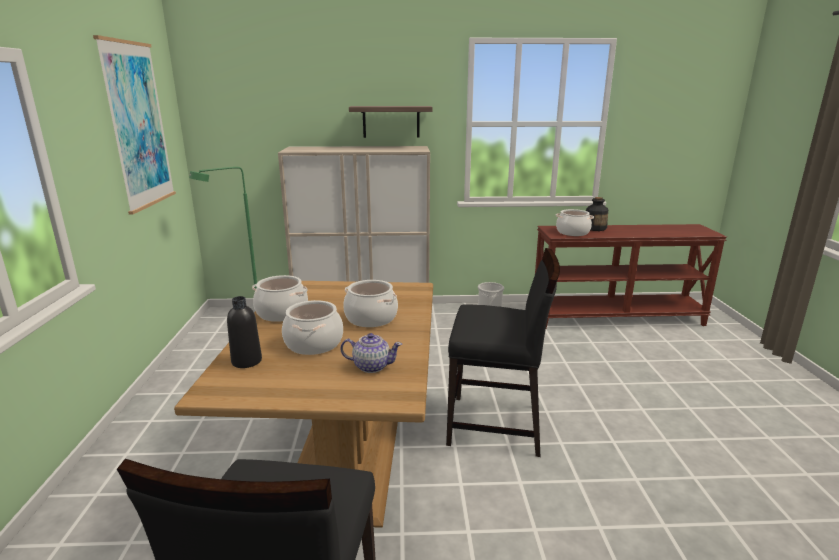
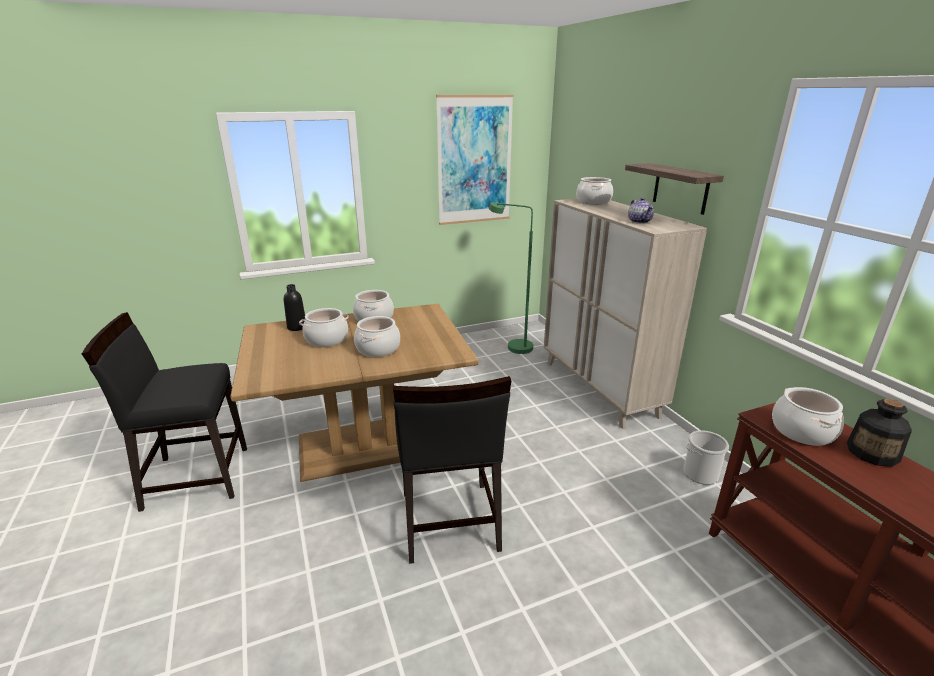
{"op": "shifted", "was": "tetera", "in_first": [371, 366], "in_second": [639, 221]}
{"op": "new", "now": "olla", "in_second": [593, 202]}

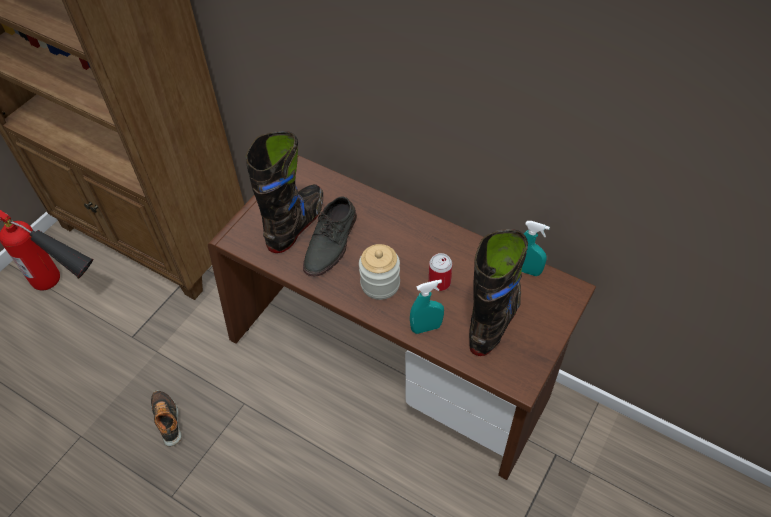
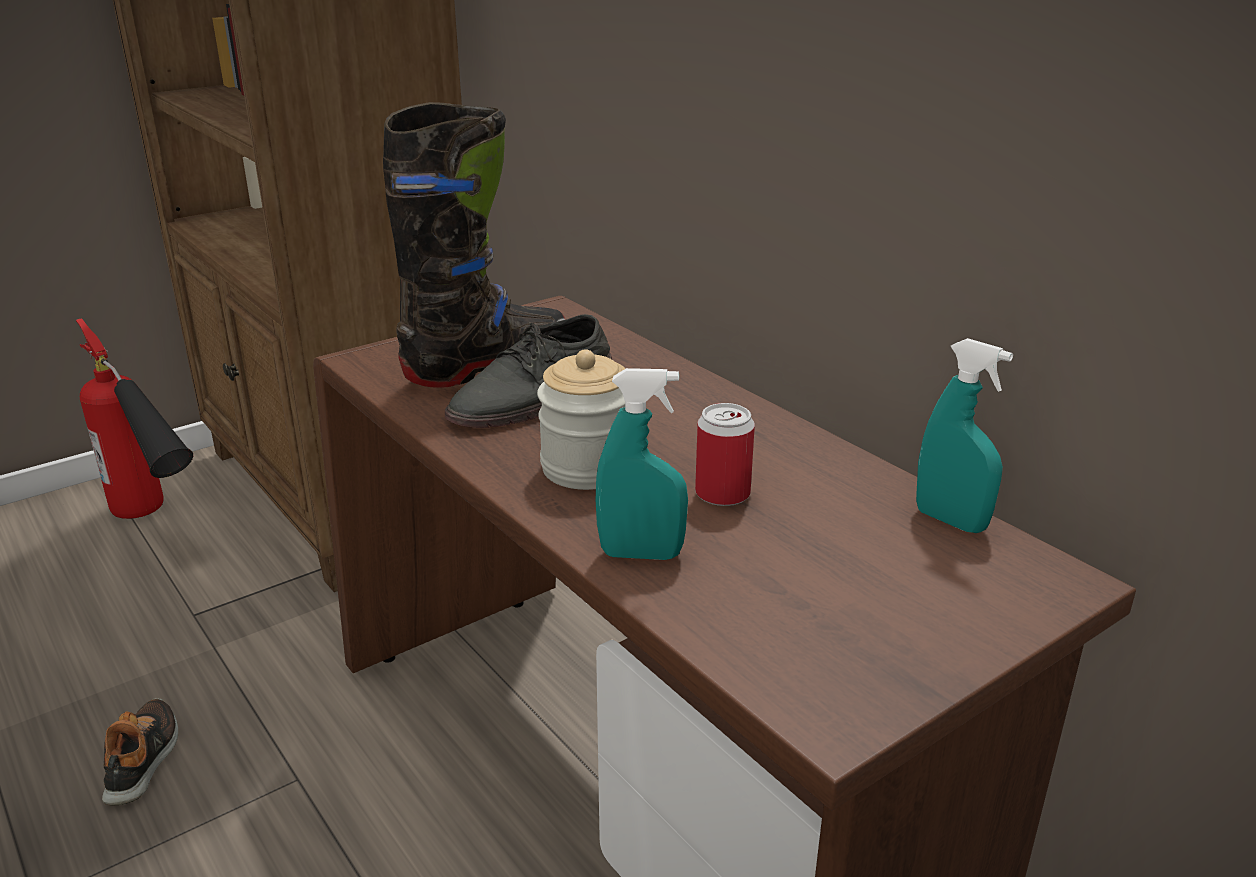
{"op": "gone", "was": "bota (negro)", "in_first": [494, 320]}

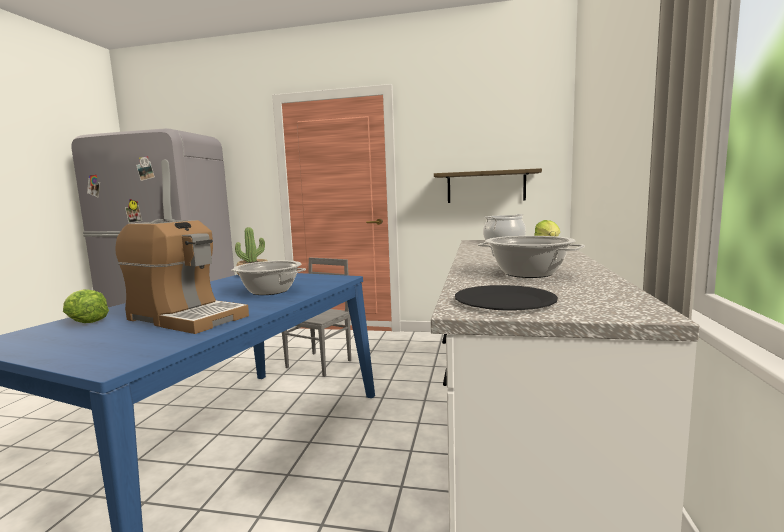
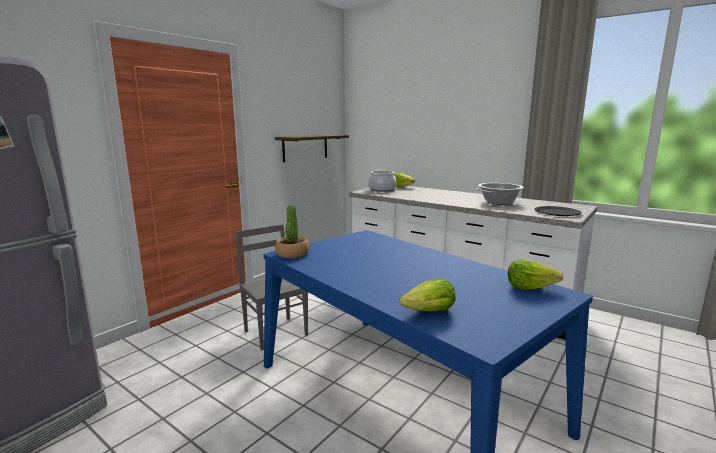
{"op": "gone", "was": "cafetera", "in_first": [186, 318]}
{"op": "gone", "was": "olla", "in_first": [270, 291]}
{"op": "new", "now": "lechuga", "in_second": [530, 287]}

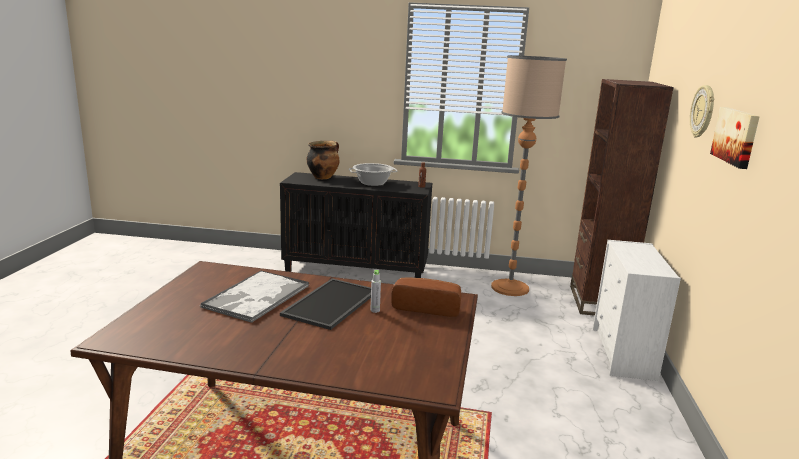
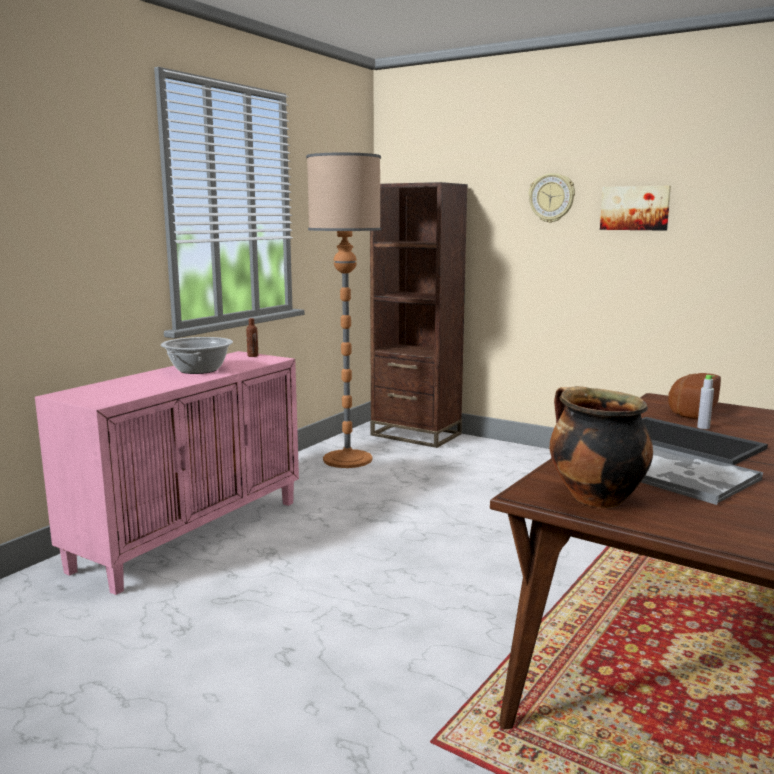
{"op": "repainted", "was": "armario (negro)", "now": "armario (rosa)", "in_first": [356, 272], "in_second": [191, 533]}
{"op": "shifted", "was": "olla", "in_first": [323, 177], "in_second": [593, 498]}
{"op": "gone", "was": "cómoda (blanco)", "in_first": [623, 354]}

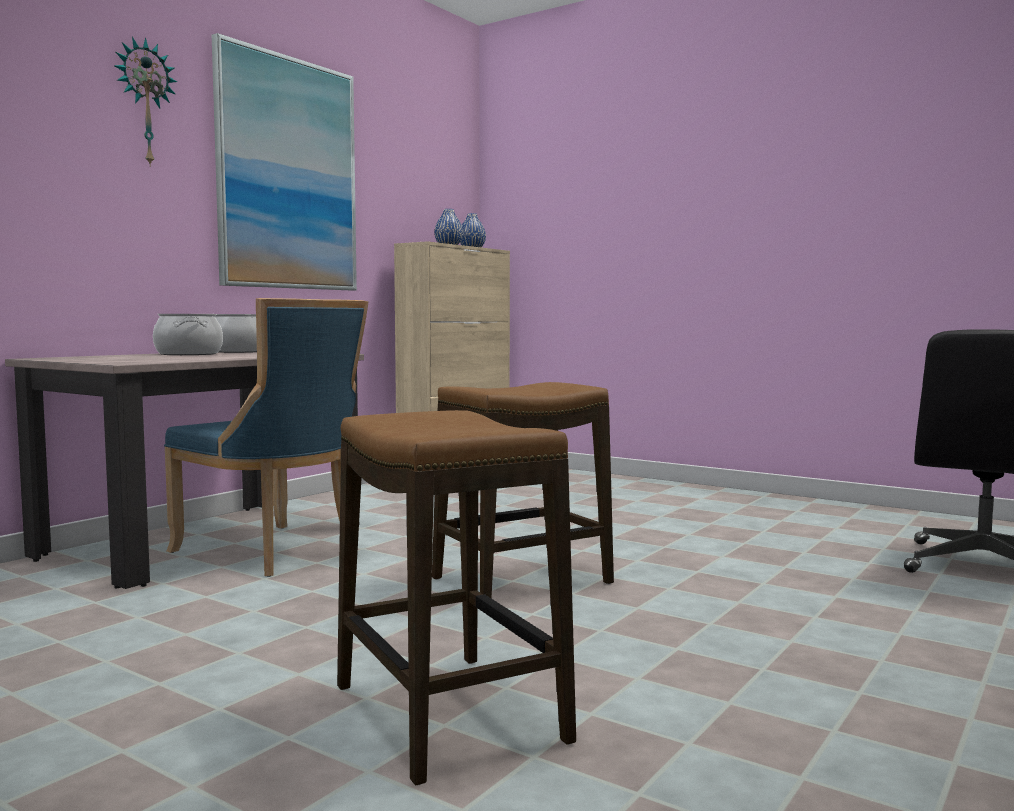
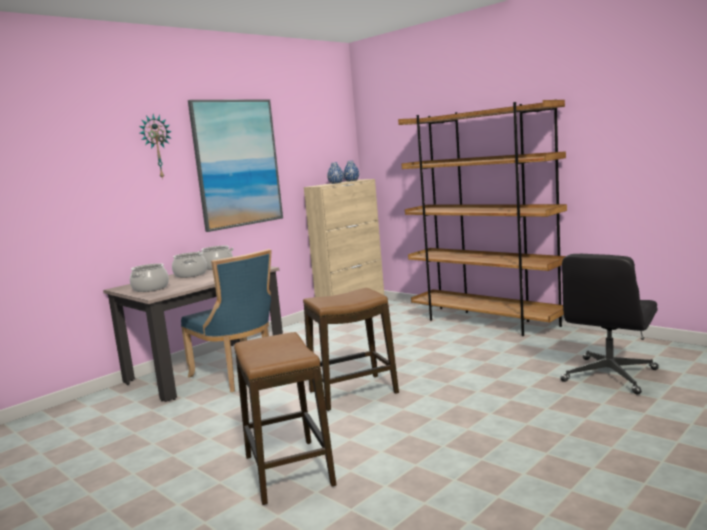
{"op": "new", "now": "olla", "in_second": [150, 288]}
{"op": "new", "now": "estantería (marrón)", "in_second": [486, 322]}

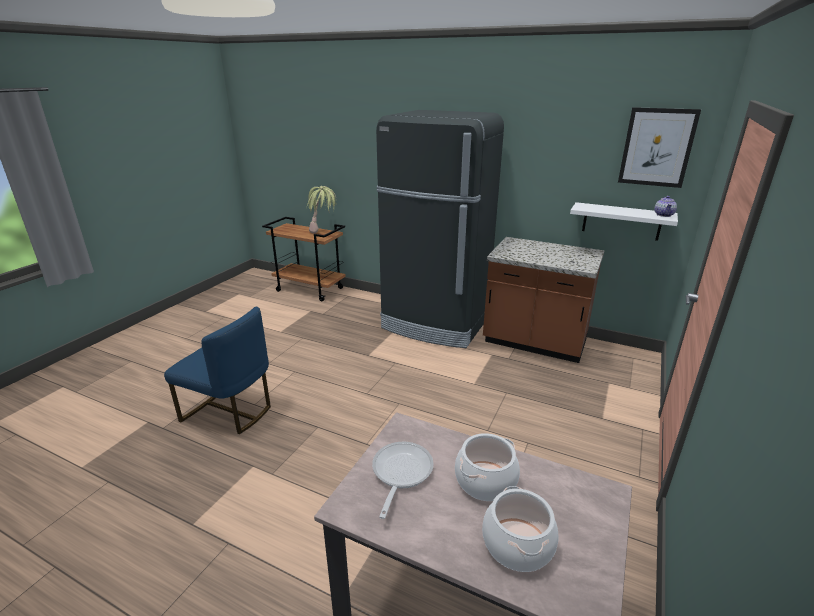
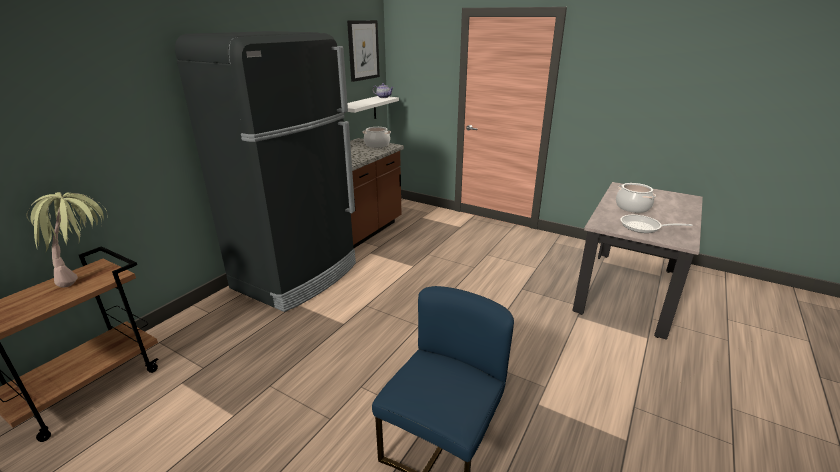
{"op": "shifted", "was": "olla", "in_first": [517, 544], "in_second": [377, 145]}

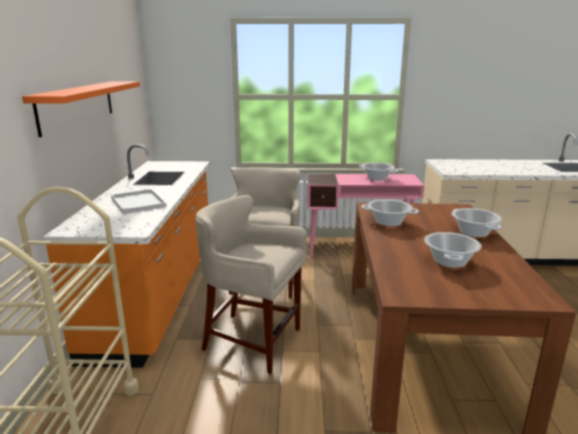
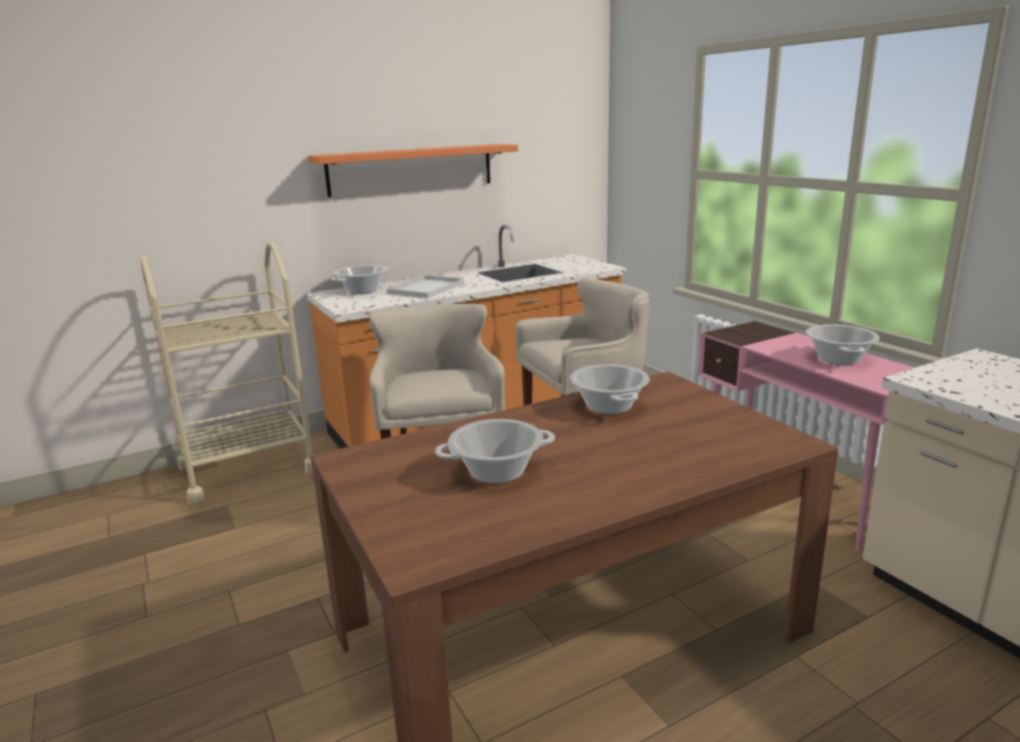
{"op": "shifted", "was": "olla", "in_first": [473, 232], "in_second": [362, 290]}

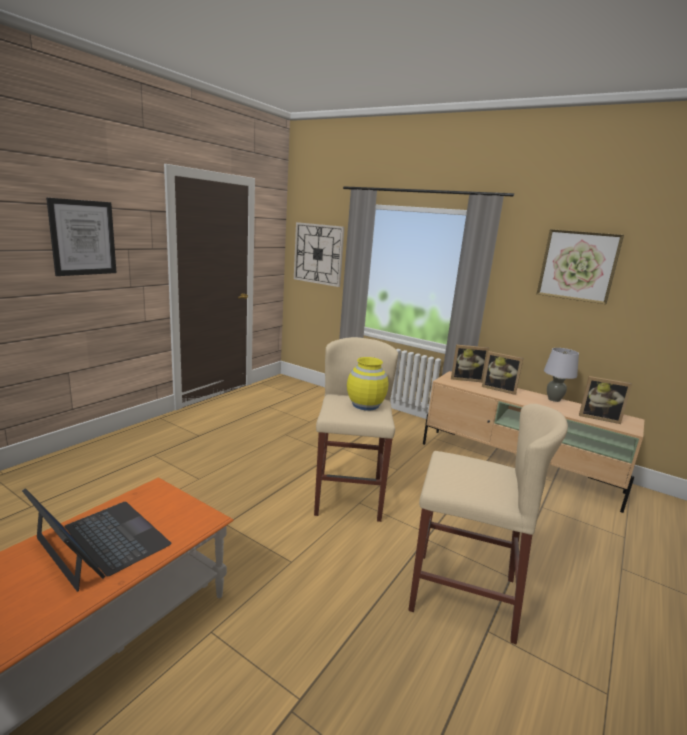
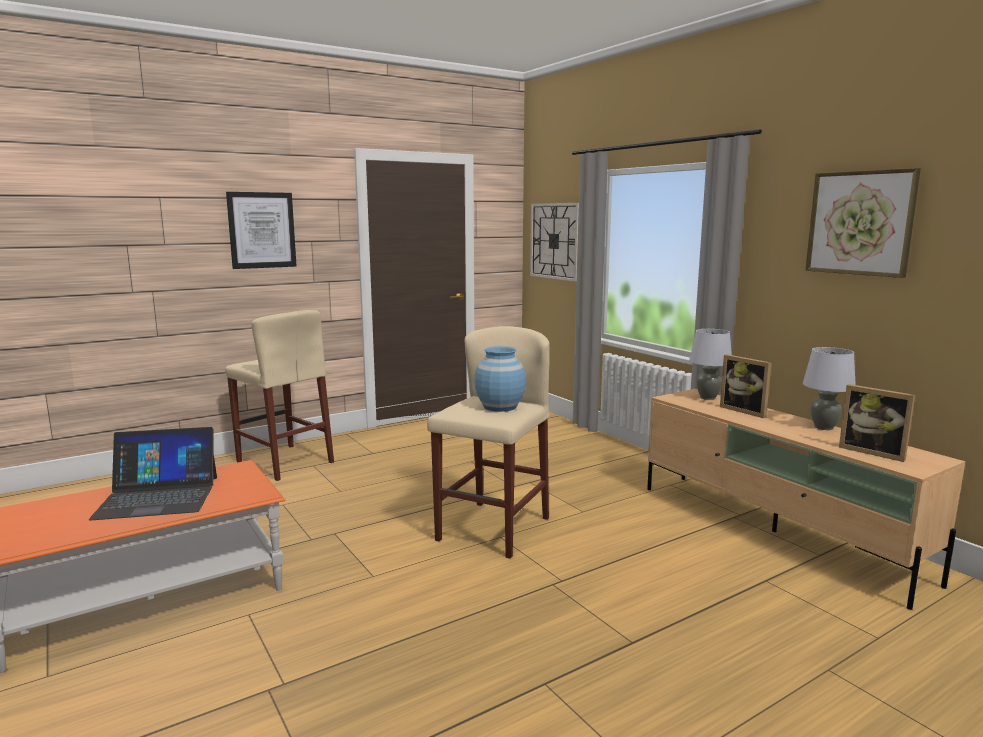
{"op": "rotated", "was": "portátil", "in_first": [101, 542], "in_second": [158, 497], "clockwise": 105}
{"op": "repainted", "was": "florero (amarillo)", "now": "florero (azul)", "in_first": [365, 405], "in_second": [500, 406]}
{"op": "shifted", "was": "taburete (beis)", "in_first": [462, 594], "in_second": [284, 462]}
{"op": "swapped", "was": "portarretratos", "now": "lámpara de mesa (gris)", "in_first": [466, 379], "in_second": [707, 397]}

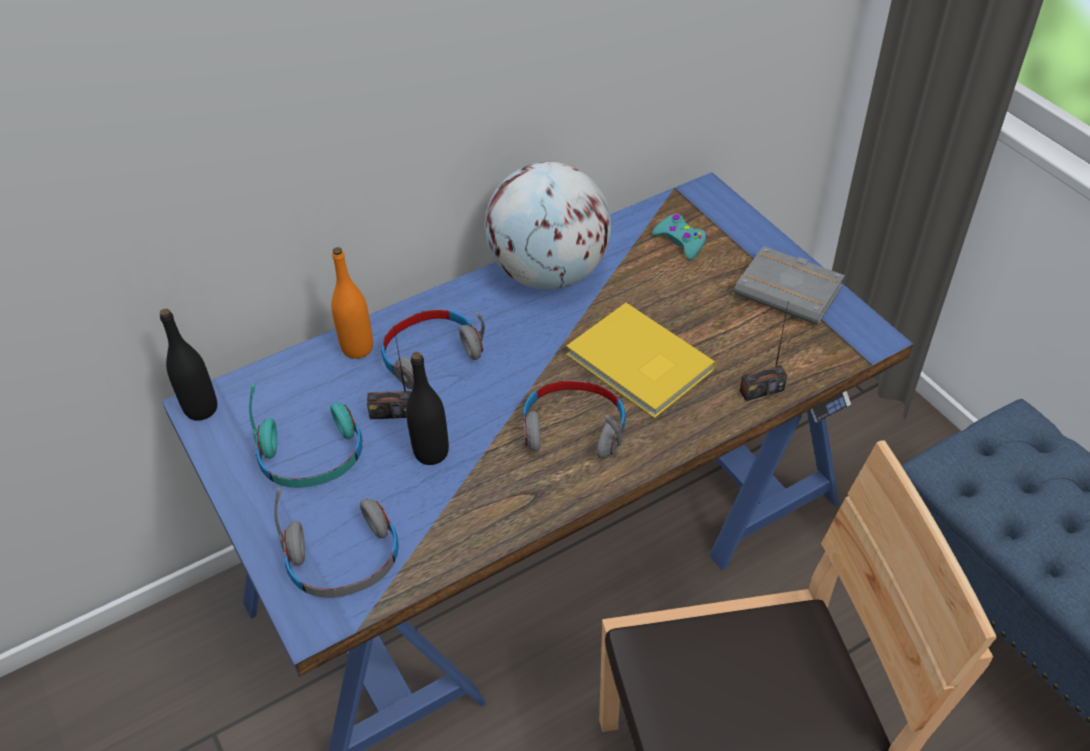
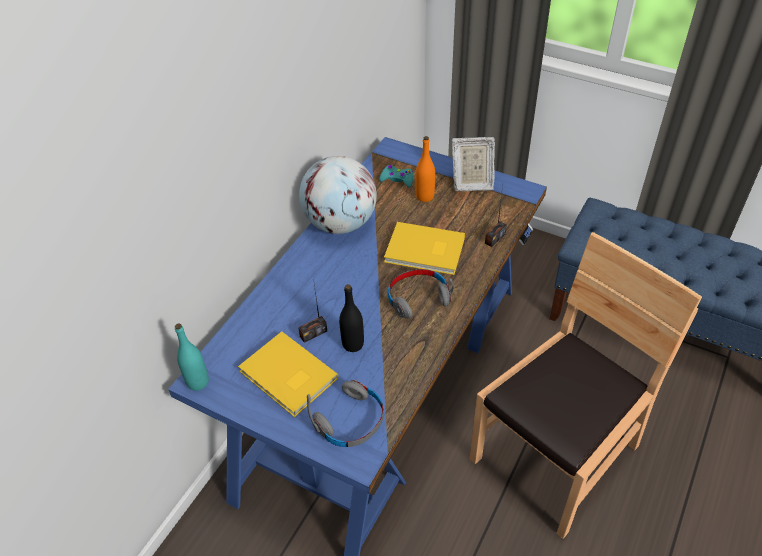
{"op": "repainted", "was": "botella (negro)", "now": "botella (turquesa)", "in_first": [201, 409], "in_second": [198, 382]}
{"op": "swapped", "was": "auriculares (turquesa)", "now": "libro (amarillo)", "in_first": [312, 456], "in_second": [287, 377]}
{"op": "shifted", "was": "botella (naranja)", "in_first": [357, 348], "in_second": [425, 196]}
{"op": "gone", "was": "auriculares (gris)", "in_first": [431, 356]}
{"op": "swapped", "was": "libro (gris)", "now": "portarretratos", "in_first": [791, 291], "in_second": [471, 183]}

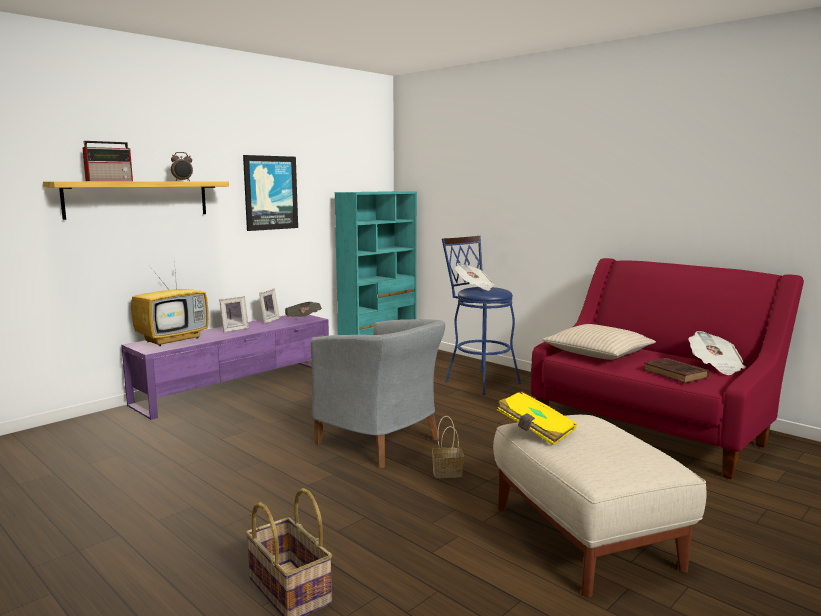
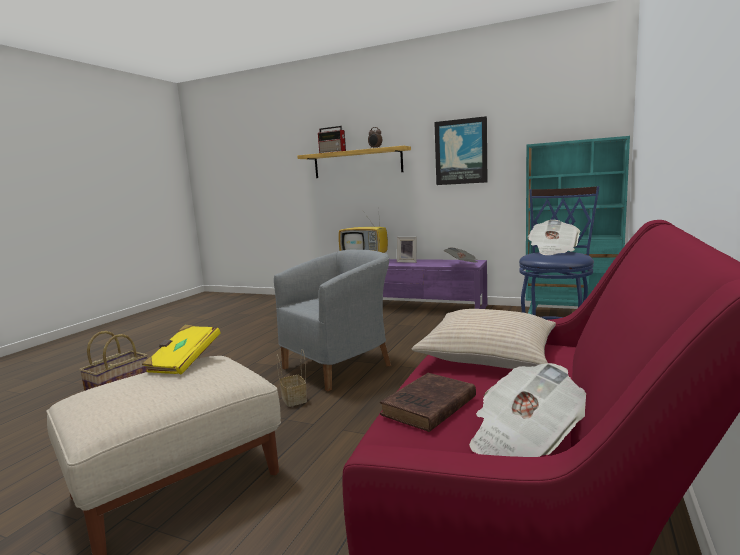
{"op": "gone", "was": "portarretratos", "in_first": [268, 320]}
{"op": "rotated", "was": "sillón (gris)", "in_first": [382, 442], "in_second": [341, 365], "clockwise": -150}

